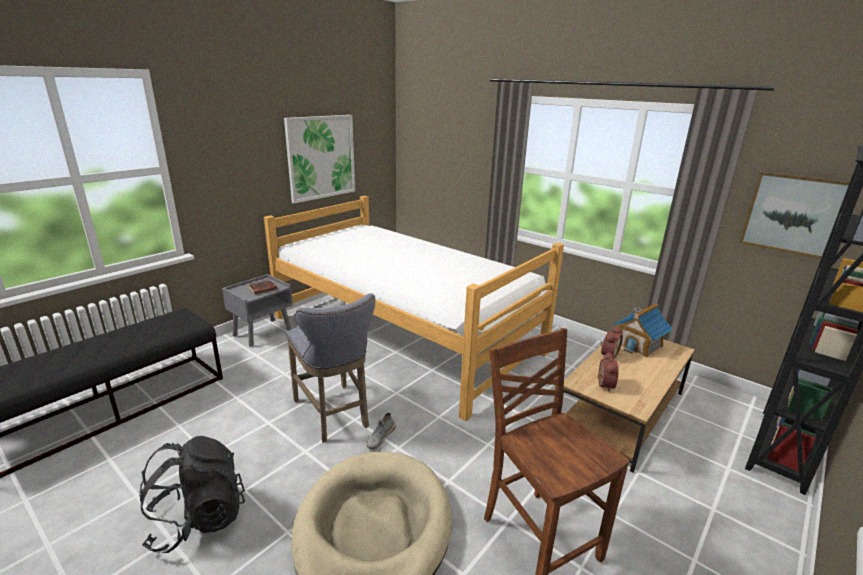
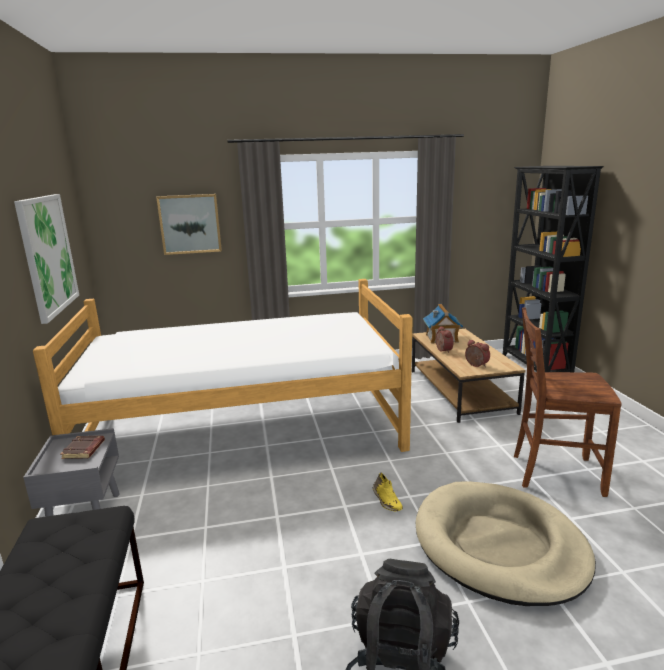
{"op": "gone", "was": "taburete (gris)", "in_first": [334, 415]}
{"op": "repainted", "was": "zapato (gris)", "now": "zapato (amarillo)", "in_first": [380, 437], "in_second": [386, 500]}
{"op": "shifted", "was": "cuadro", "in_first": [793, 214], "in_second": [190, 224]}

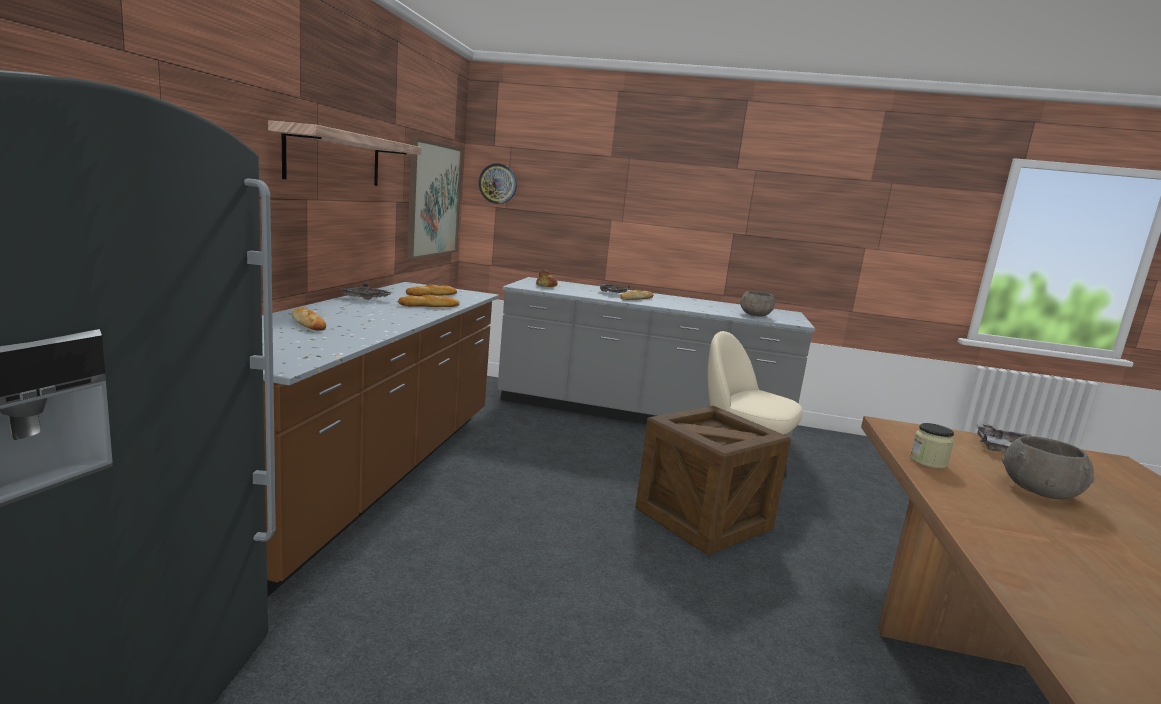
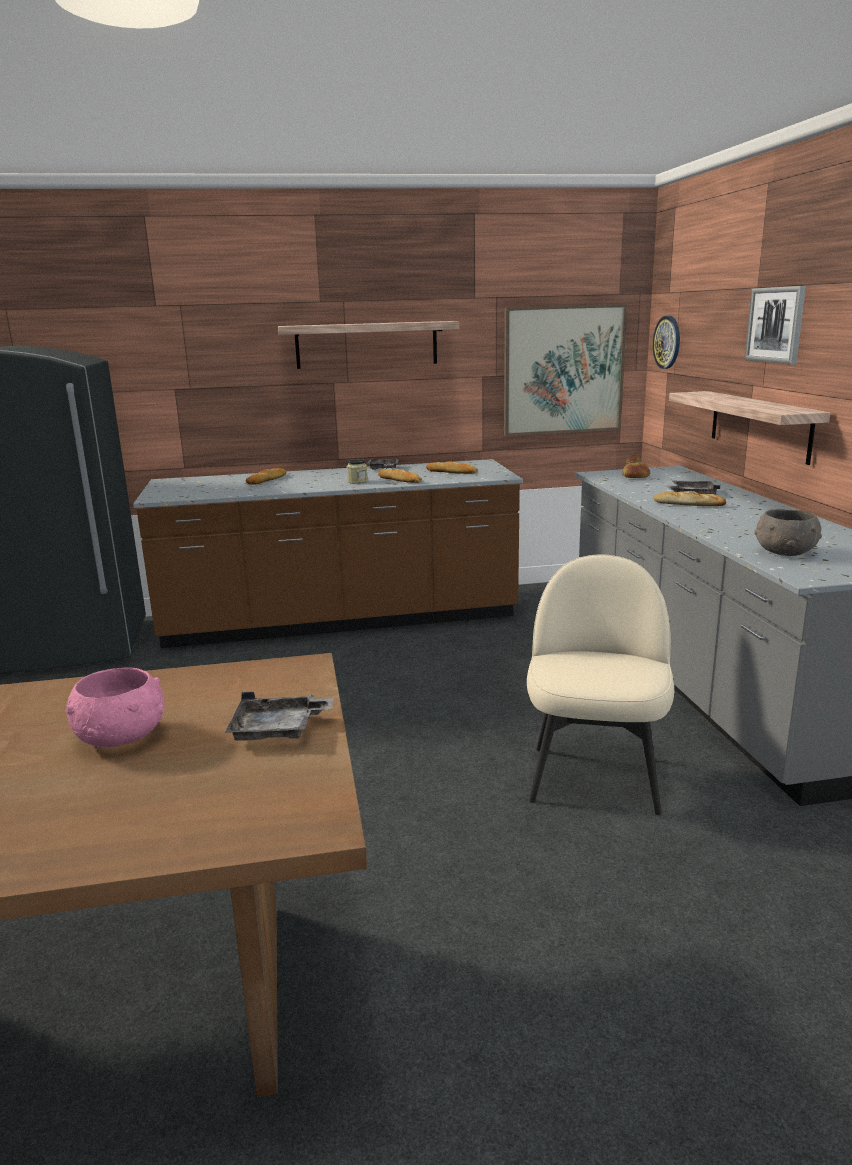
{"op": "gone", "was": "caja de embalaje", "in_first": [703, 519]}
{"op": "shifted", "was": "tarro", "in_first": [928, 462], "in_second": [357, 481]}
{"op": "repainted", "was": "cuenco (gris)", "now": "cuenco (rosa)", "in_first": [1039, 490], "in_second": [122, 737]}
{"op": "new", "now": "estante", "in_second": [759, 425]}
{"op": "new", "now": "cuadro", "in_second": [775, 325]}

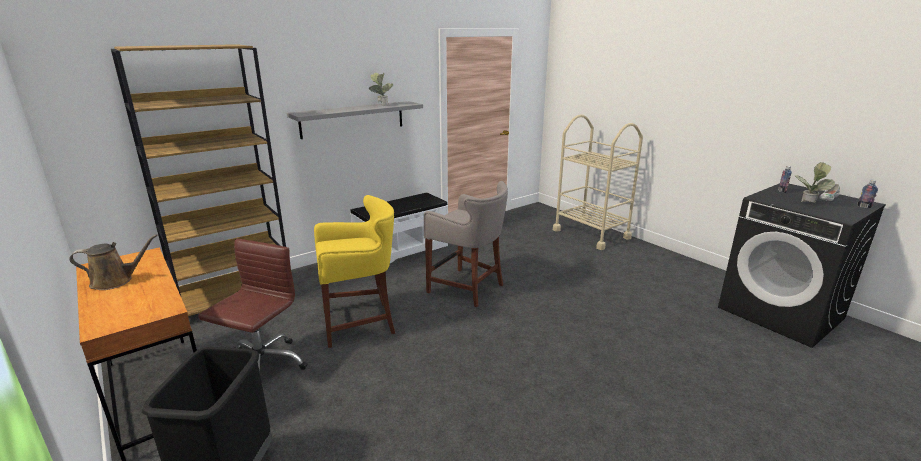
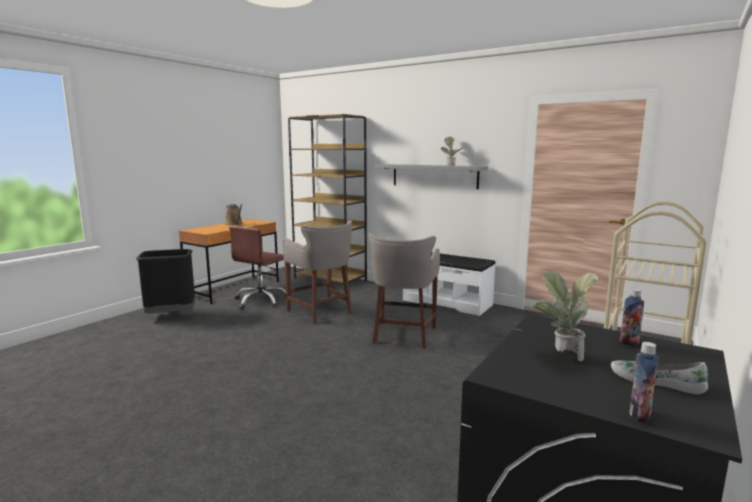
{"op": "rotated", "was": "silla de oficina (marrón)", "in_first": [261, 366], "in_second": [261, 301], "clockwise": 120}
{"op": "repainted", "was": "taburete (amarillo)", "now": "taburete (gris)", "in_first": [361, 322], "in_second": [322, 312]}

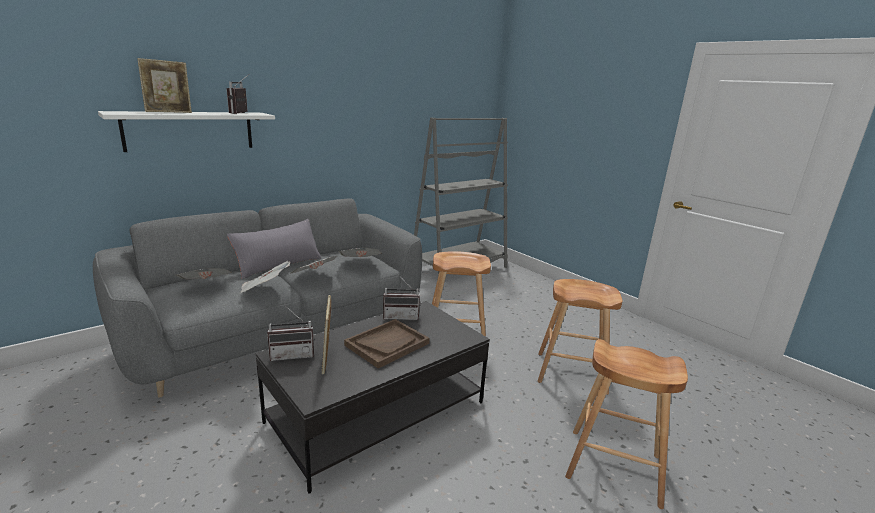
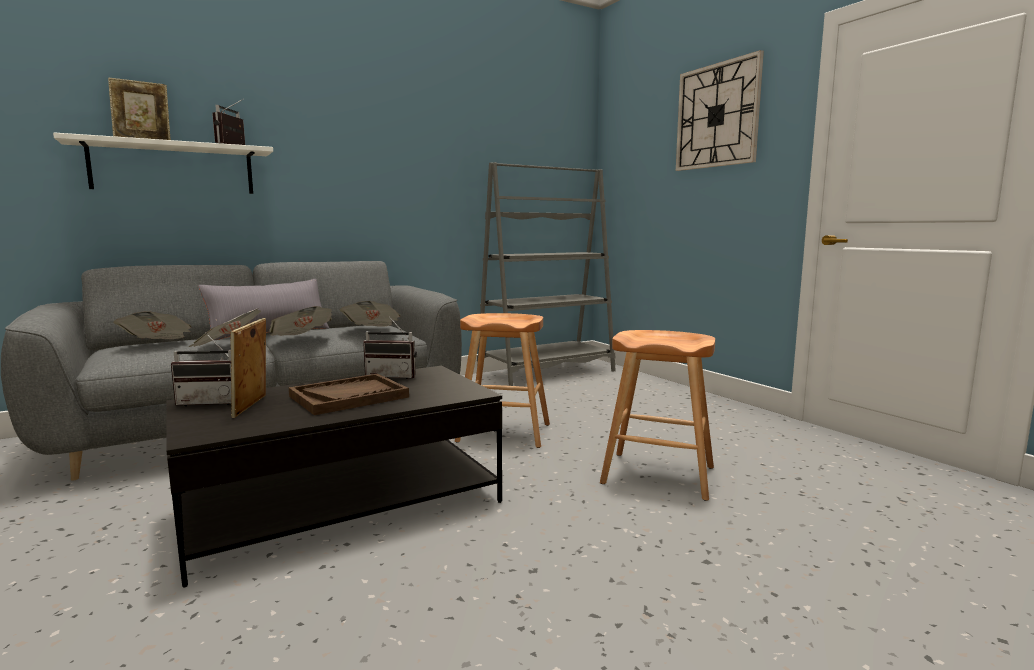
{"op": "gone", "was": "taburete (marrón)", "in_first": [614, 467]}
{"op": "new", "now": "reloj de pared", "in_second": [717, 116]}

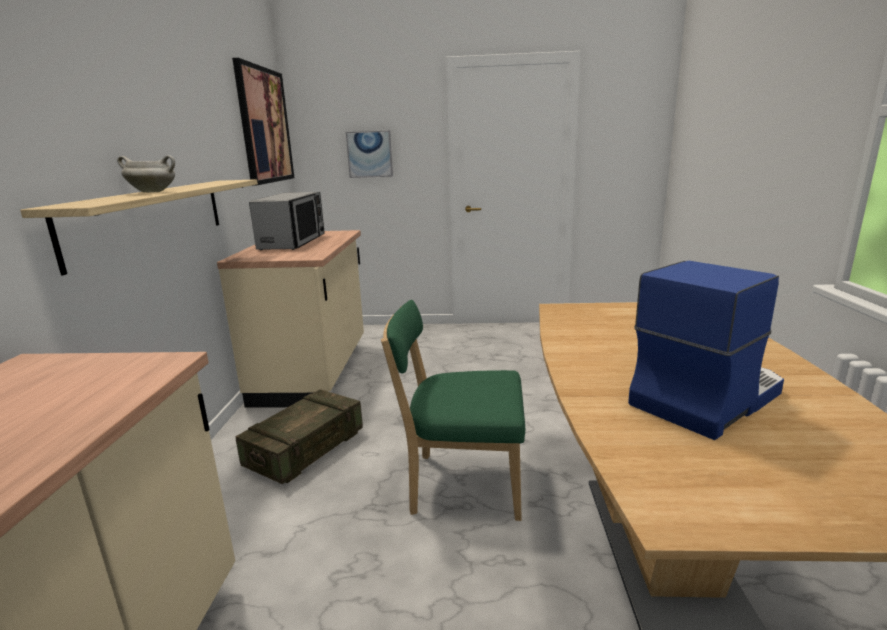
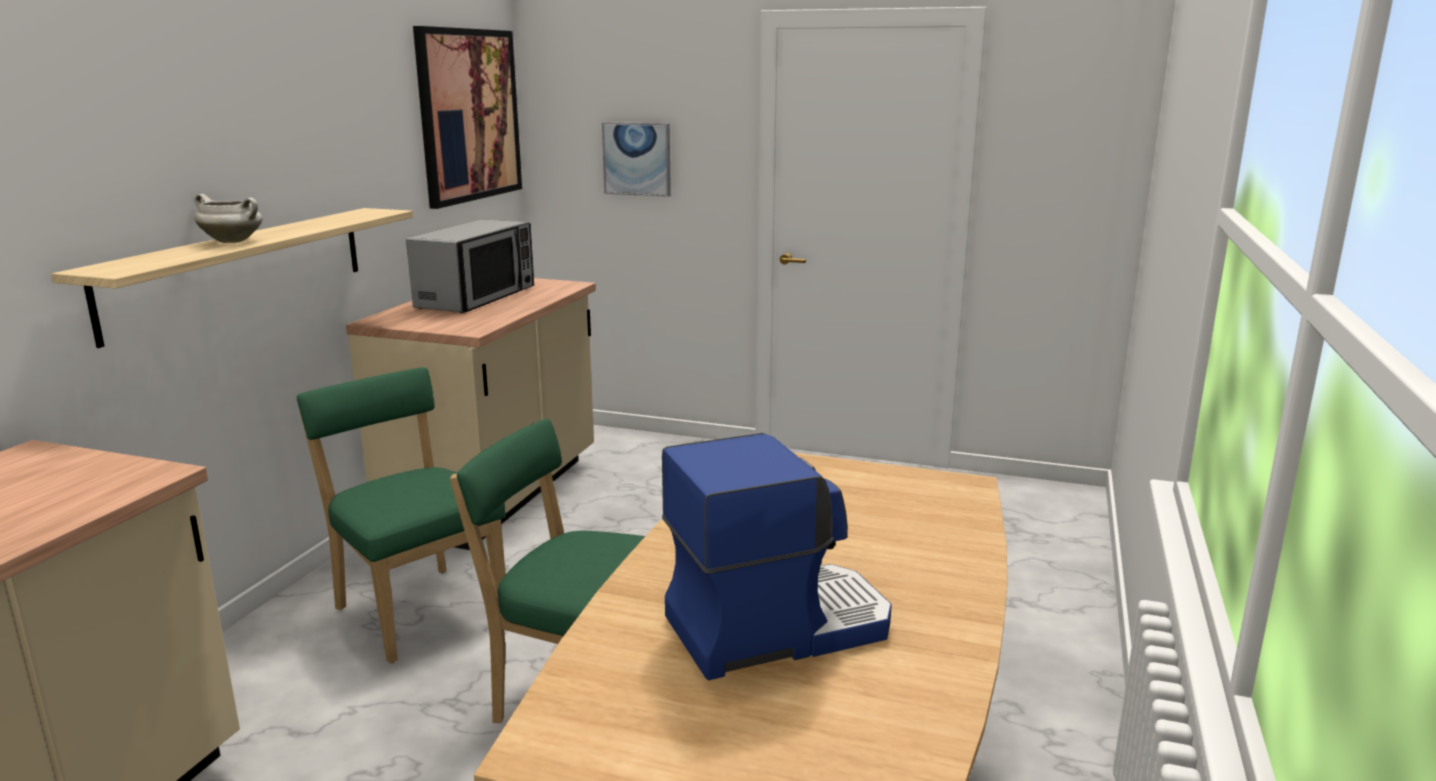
{"op": "swapped", "was": "caja de embalaje", "now": "silla (verde)", "in_first": [306, 450], "in_second": [417, 609]}

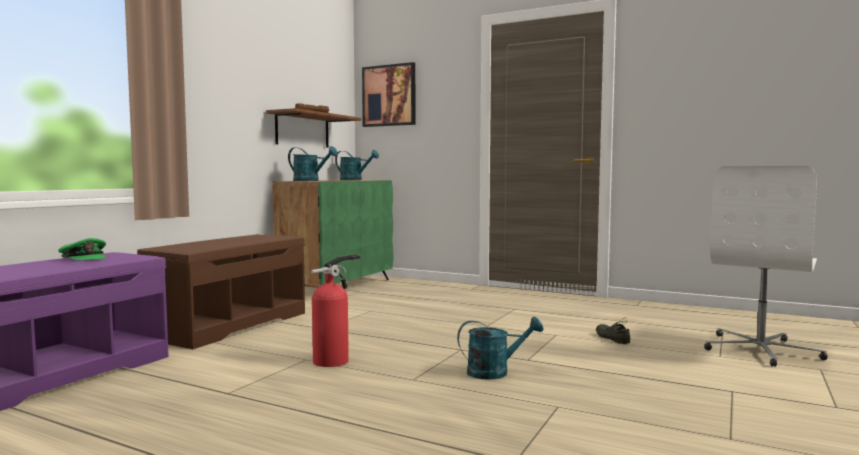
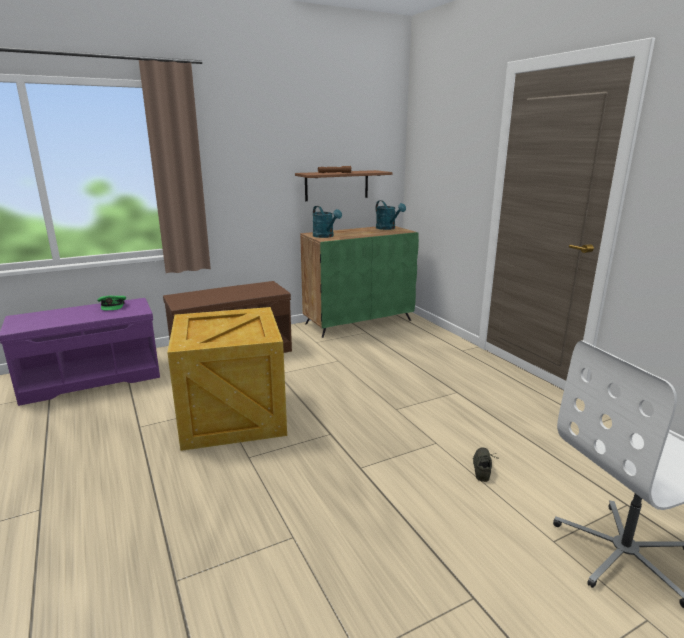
{"op": "swapped", "was": "extintor", "now": "caja de embalaje", "in_first": [334, 360], "in_second": [234, 415]}
{"op": "gone", "was": "cuadro", "in_first": [389, 95]}
{"op": "gone", "was": "regadera (turquesa)", "in_first": [495, 372]}

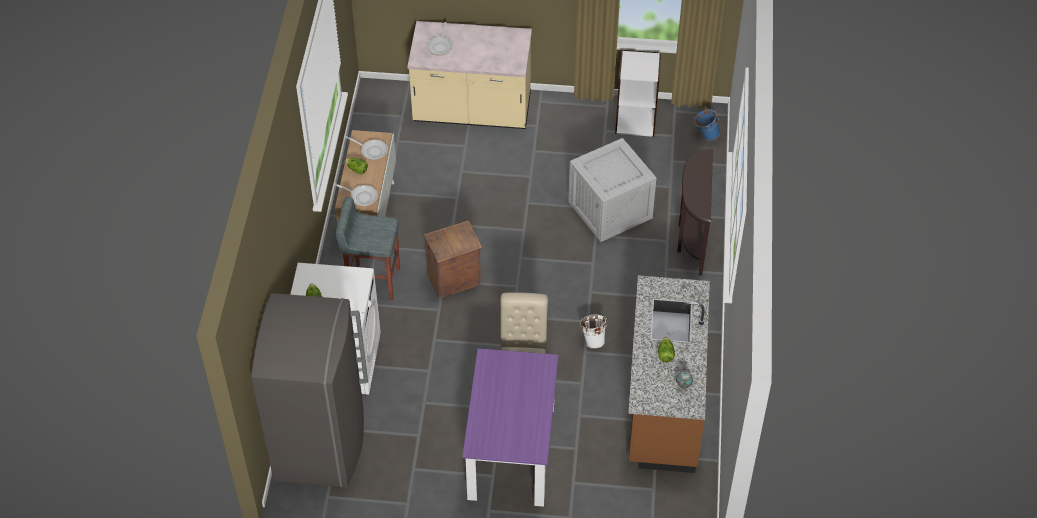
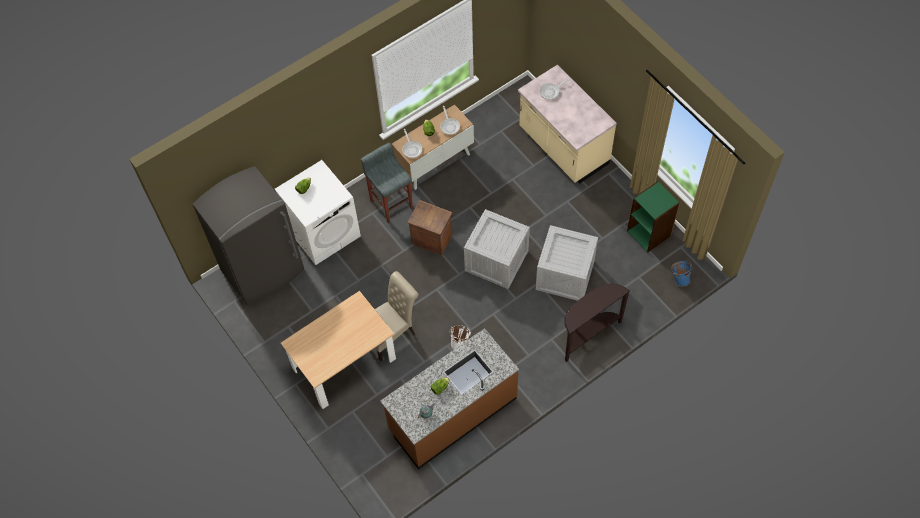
{"op": "repainted", "was": "mesa de comedor (morado)", "now": "mesa de comedor (beis)", "in_first": [511, 451], "in_second": [344, 364]}
{"op": "repainted", "was": "estantería (blanco)", "now": "estantería (verde)", "in_first": [635, 121], "in_second": [649, 233]}
{"op": "new", "now": "caja de embalaje", "in_second": [496, 261]}

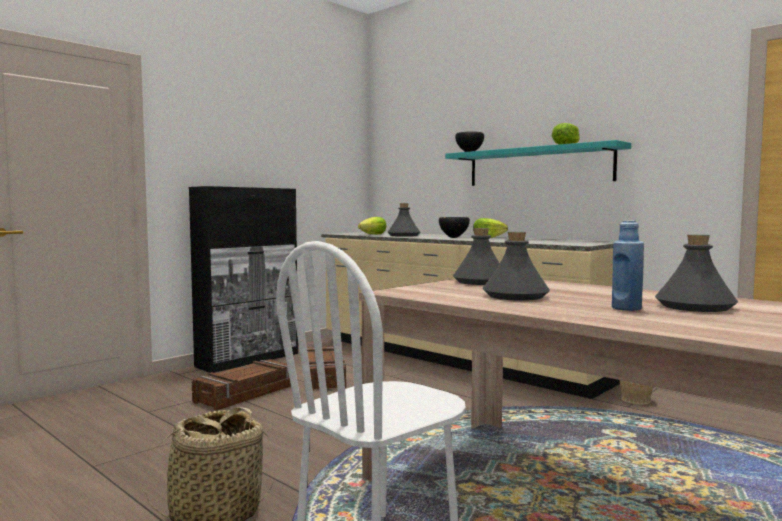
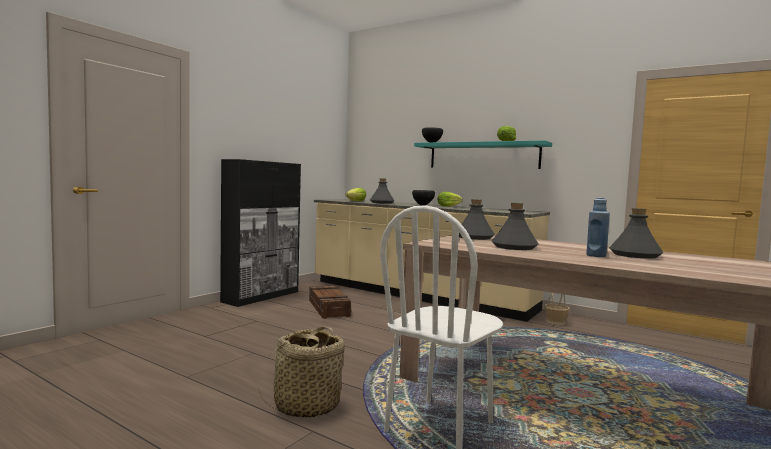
{"op": "gone", "was": "caja de embalaje", "in_first": [246, 394]}

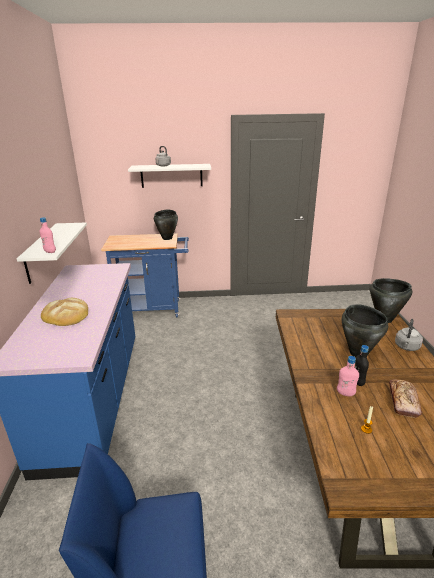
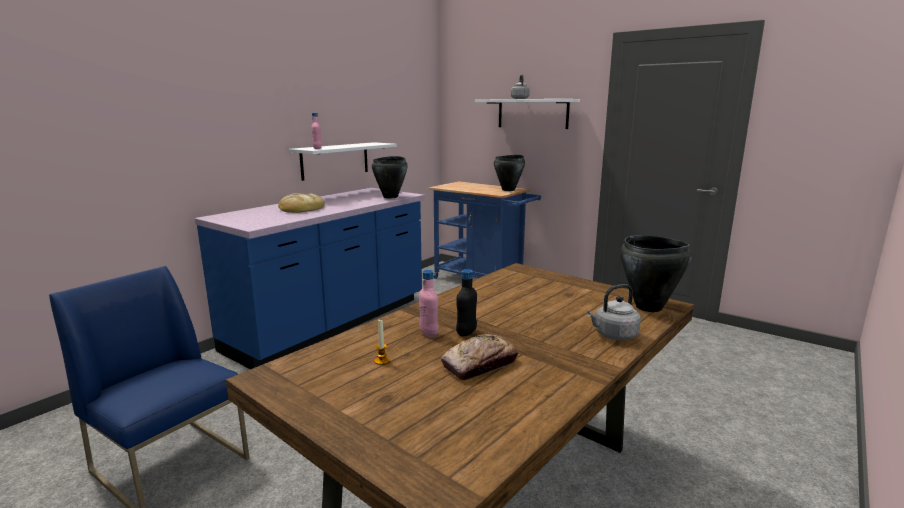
{"op": "shifted", "was": "olla (negro)", "in_first": [358, 353], "in_second": [391, 197]}

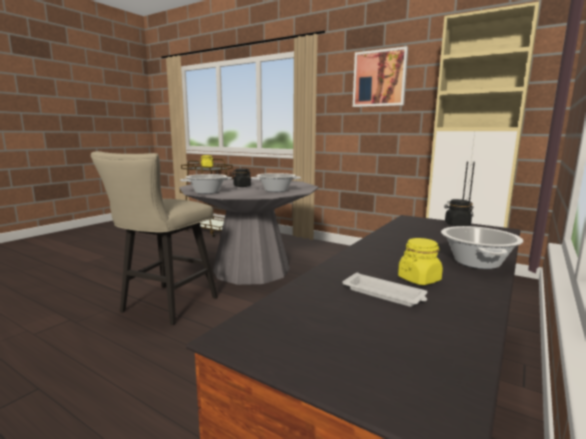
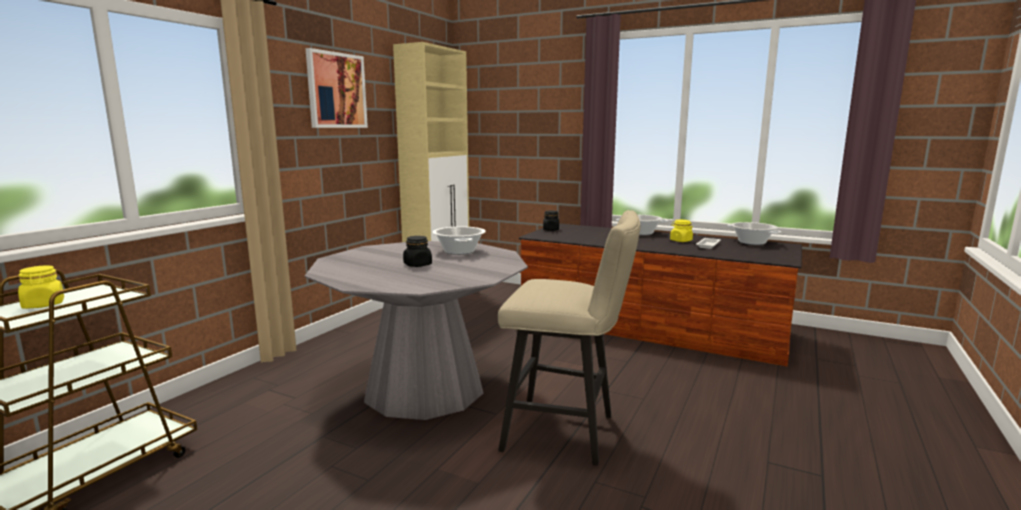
{"op": "shifted", "was": "olla", "in_first": [207, 192], "in_second": [752, 242]}

